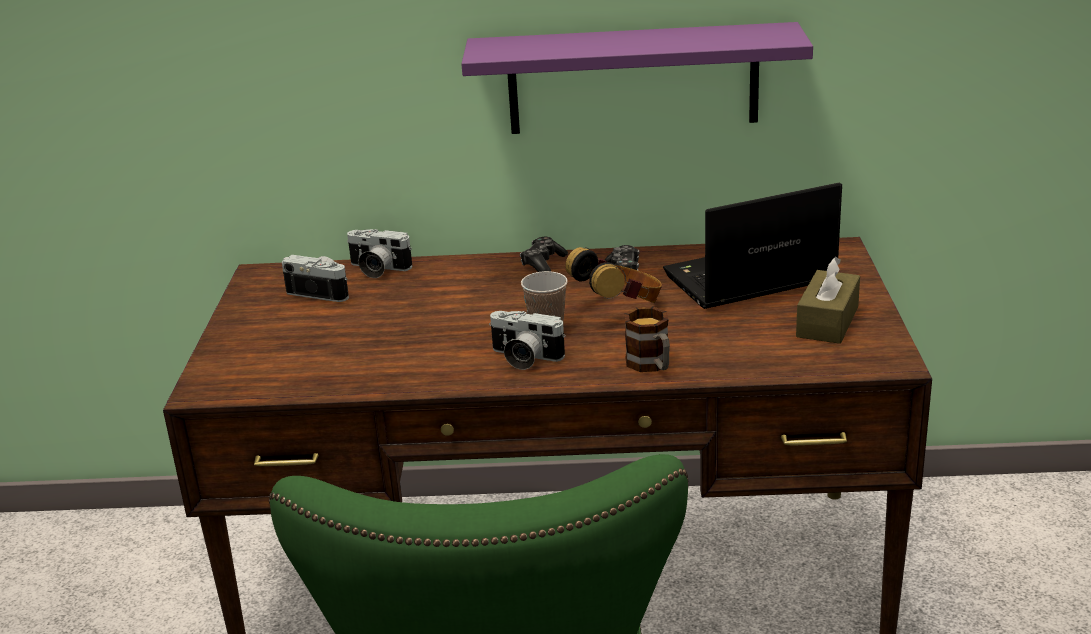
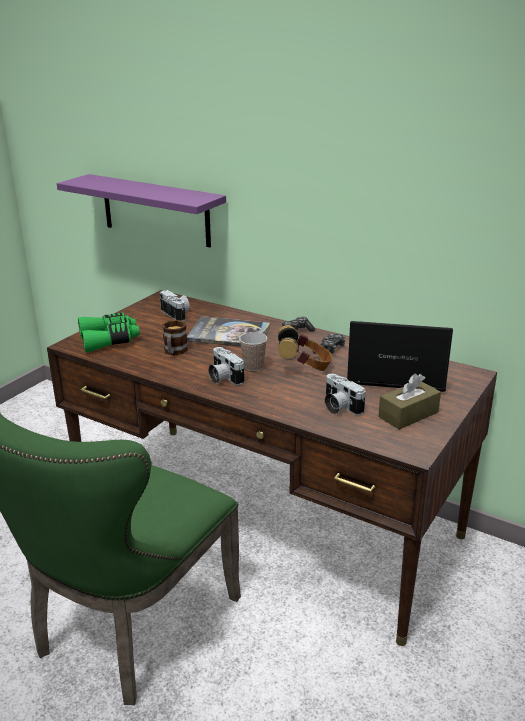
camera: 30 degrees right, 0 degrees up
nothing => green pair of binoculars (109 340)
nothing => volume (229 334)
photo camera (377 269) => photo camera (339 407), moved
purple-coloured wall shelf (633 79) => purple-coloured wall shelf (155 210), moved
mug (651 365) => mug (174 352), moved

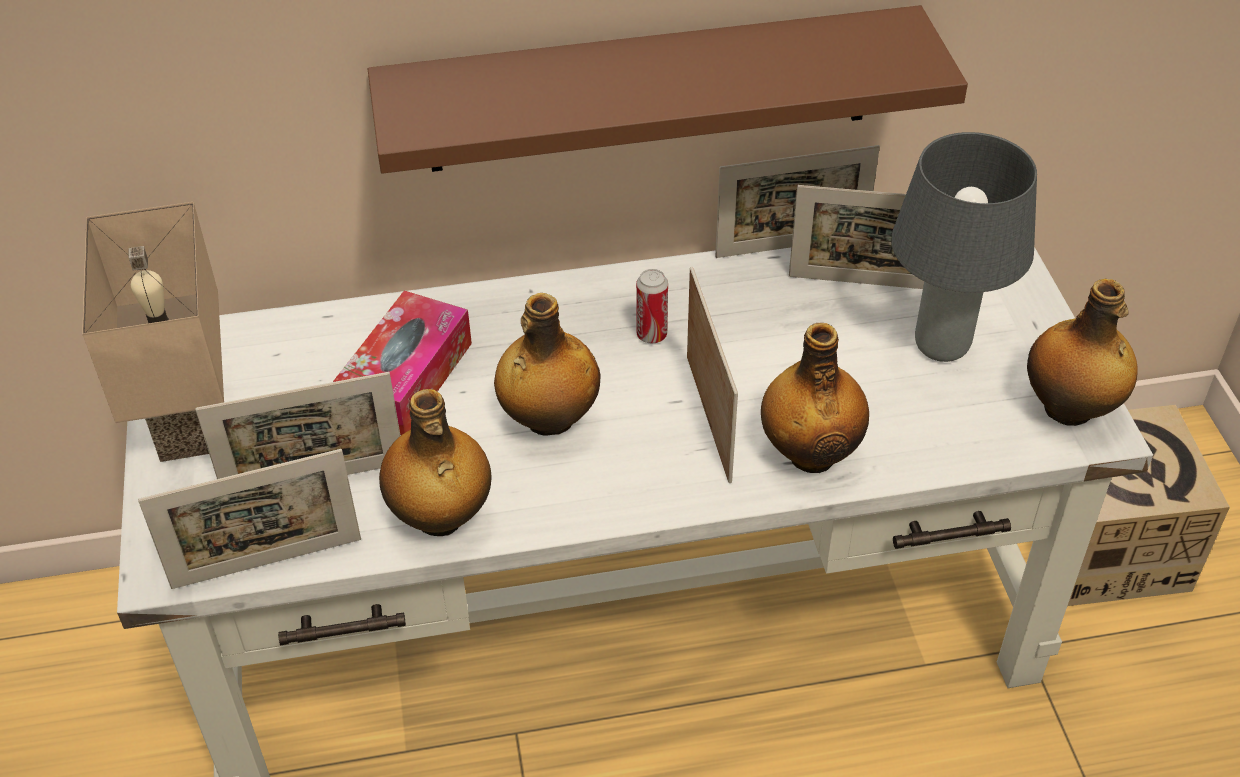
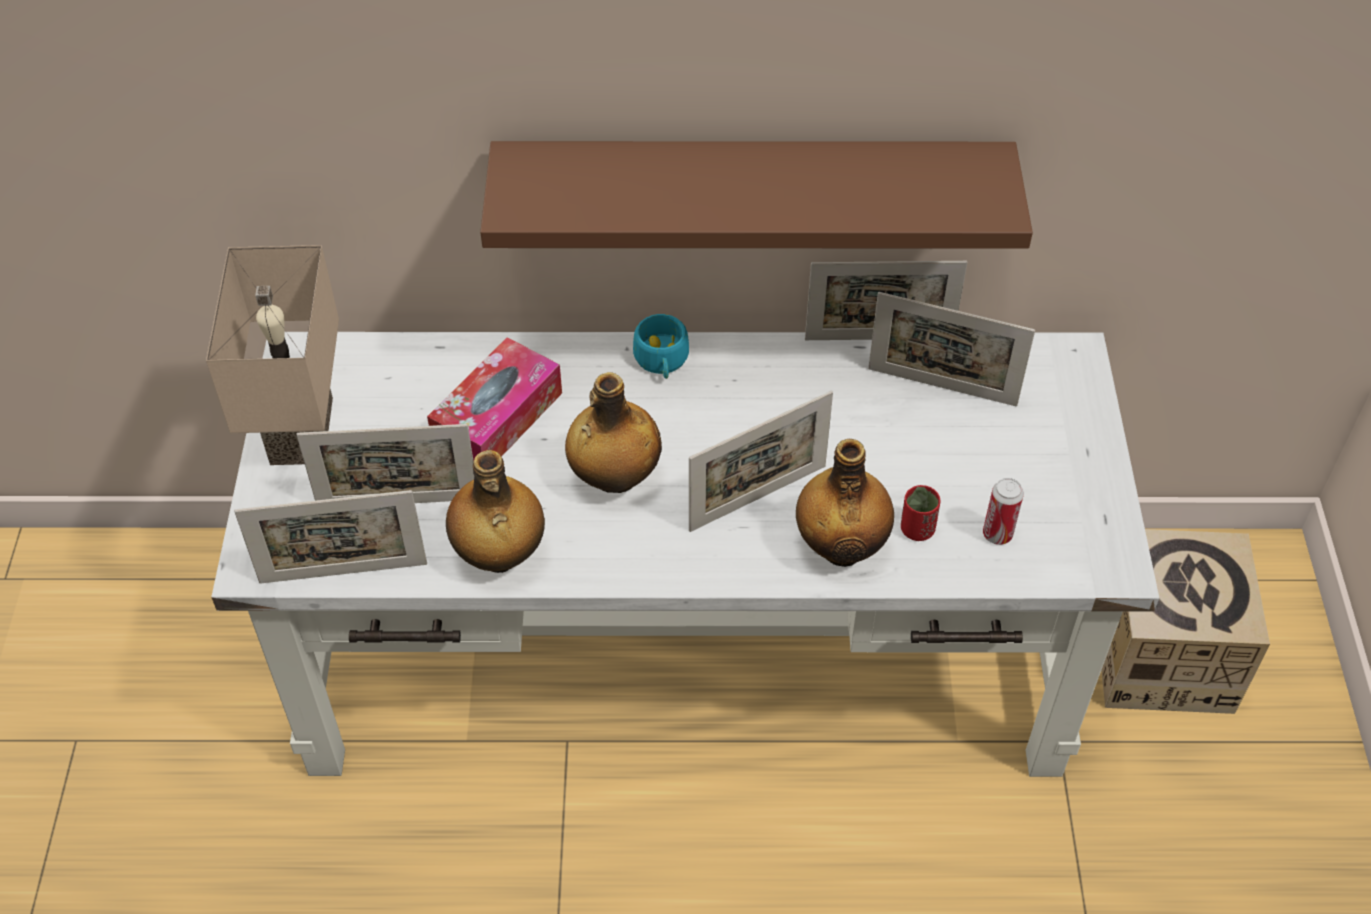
camera: 10 degrees right, 5 degrees up
grey tabletop lamp (942 345) => nothing
beverage bottle (1069 409) => nothing
nothing => turquoise small cup (662 361)
nothing => red small cup (917 529)
metal can (651 335) => metal can (997 534), moved
photo frame (708 418) => photo frame (758 498), 60 degrees clockwise

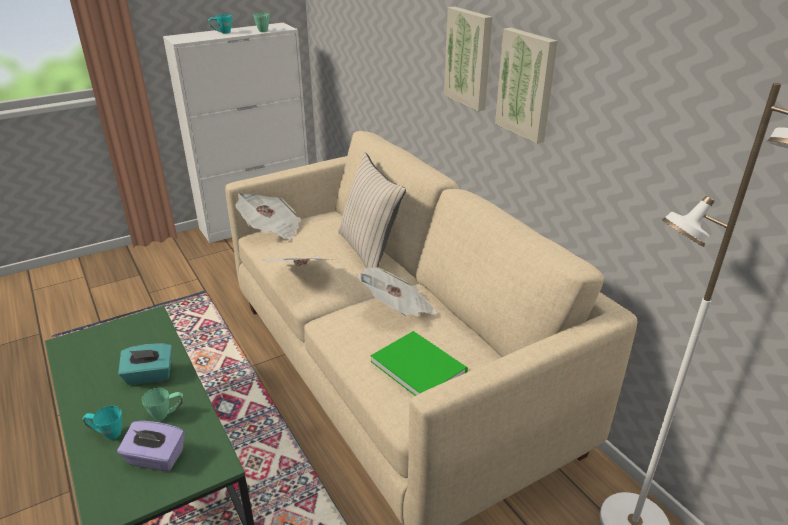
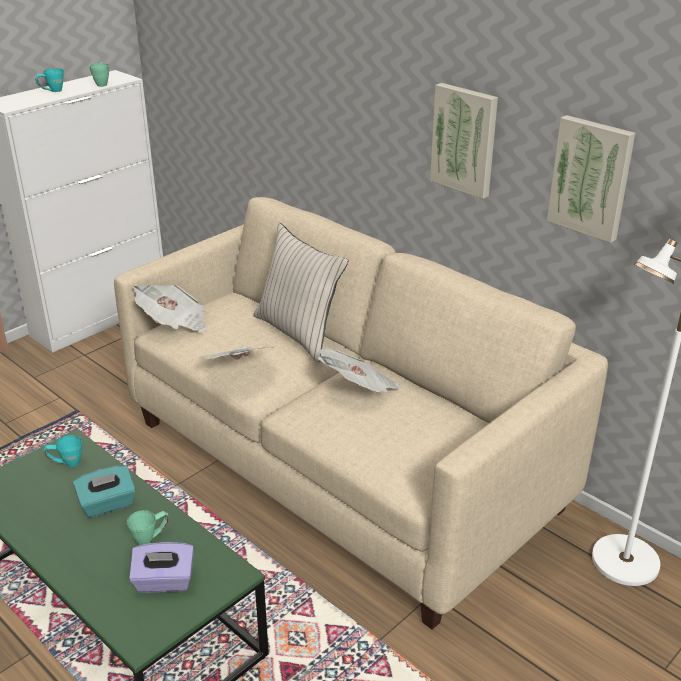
camera: 15 degrees left, 0 degrees up
green volume (418 364) => nothing
turquoise mug (107 434) => turquoise mug (66 463), moved
picture (470 58) => picture (591 177), moved

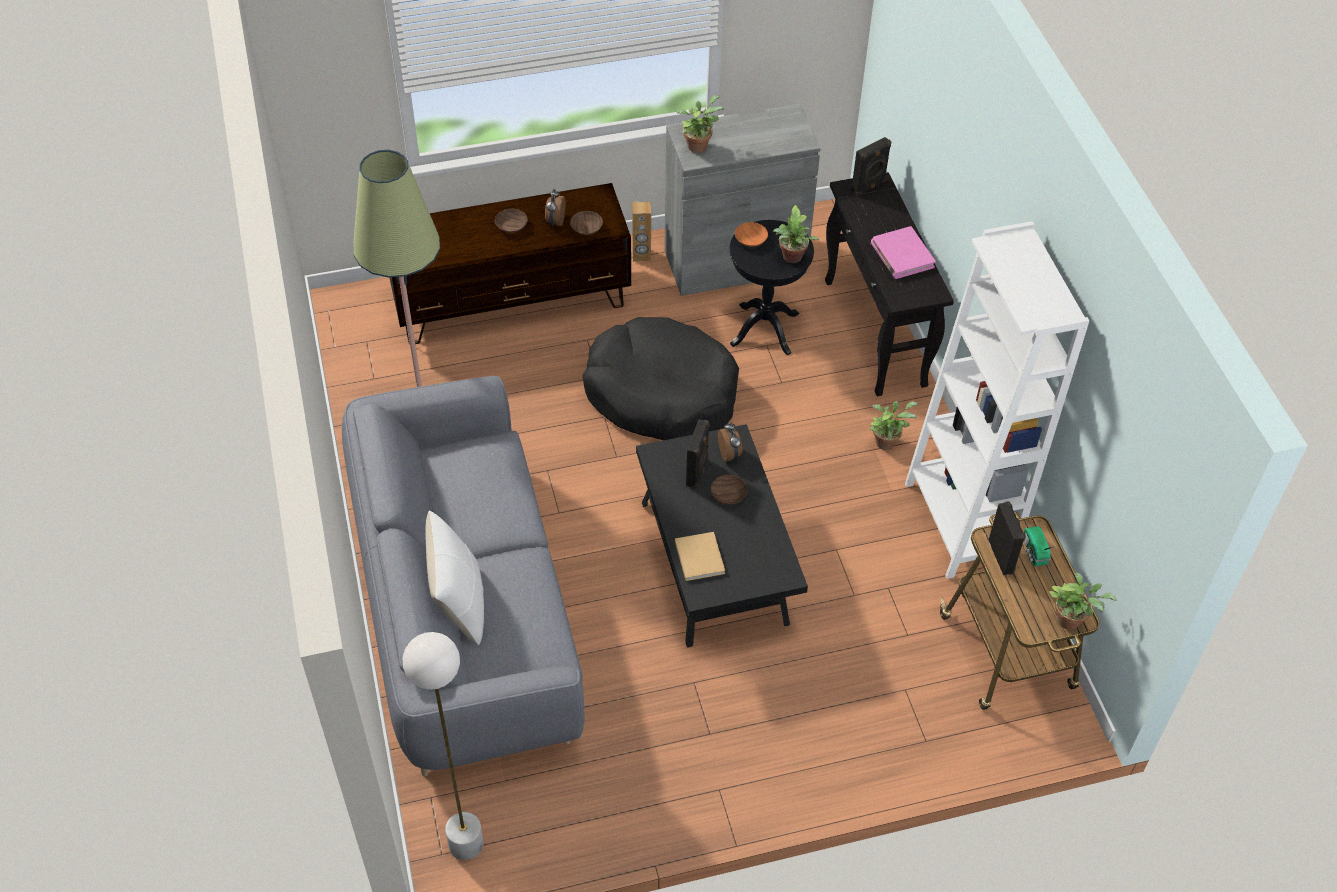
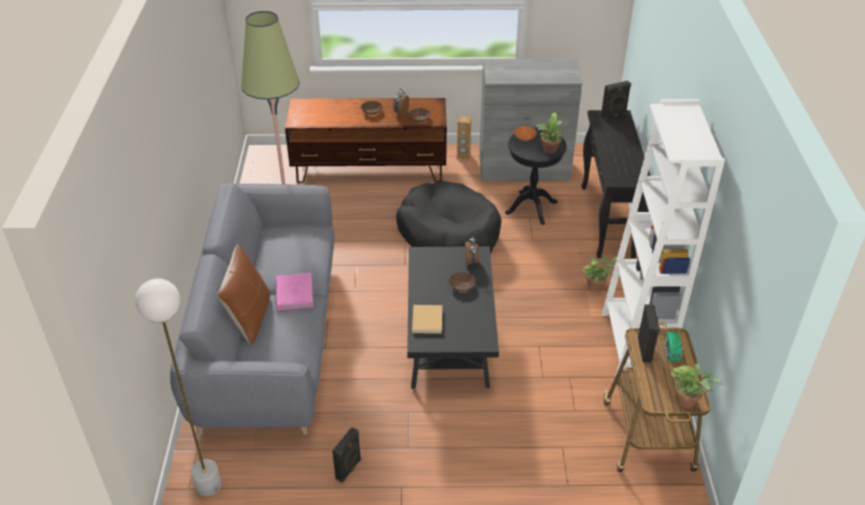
camera: 15 degrees right, 10 degrees down
houseplant (698 145) => nothing
blackish audio speaker (697 472) => blackish audio speaker (349 469), moved
pinkish volume (901 255) => pinkish volume (294 293), moved
white-coloured throw pillow (459 604) => brownish throw pillow (249 318)

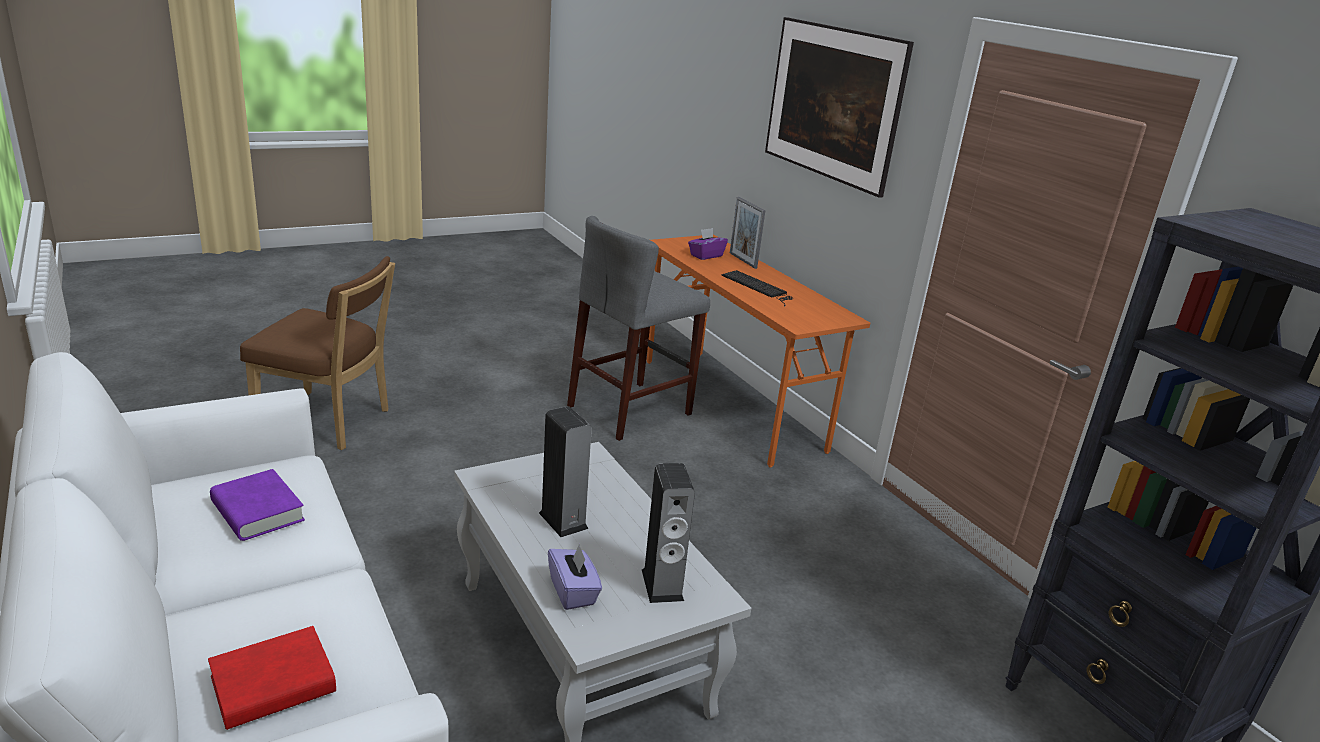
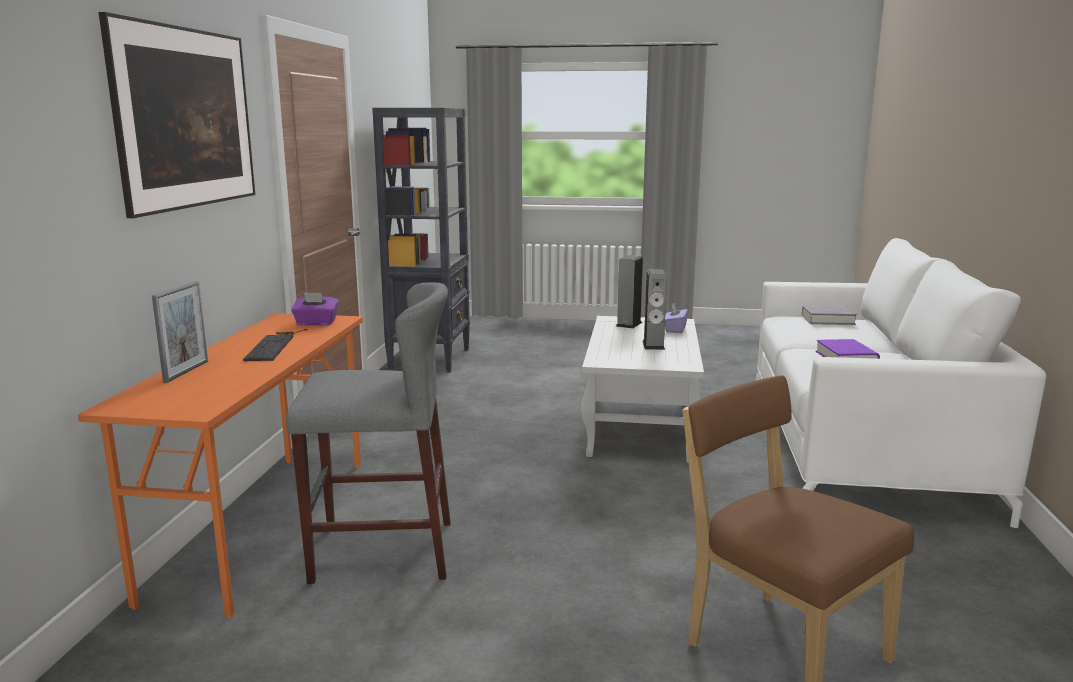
camera: 140 degrees left, 10 degrees down
purple-coloured box of tissues (706 256) => purple-coloured box of tissues (316 323), moved
red volume (273 685) => grey volume (828 320)

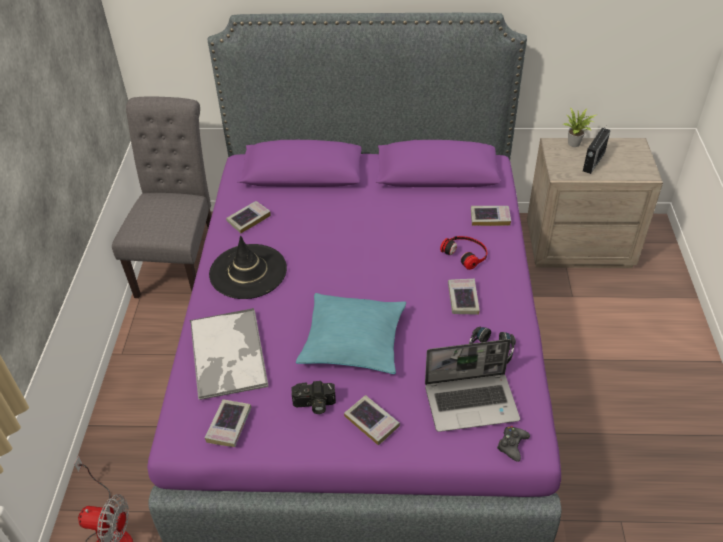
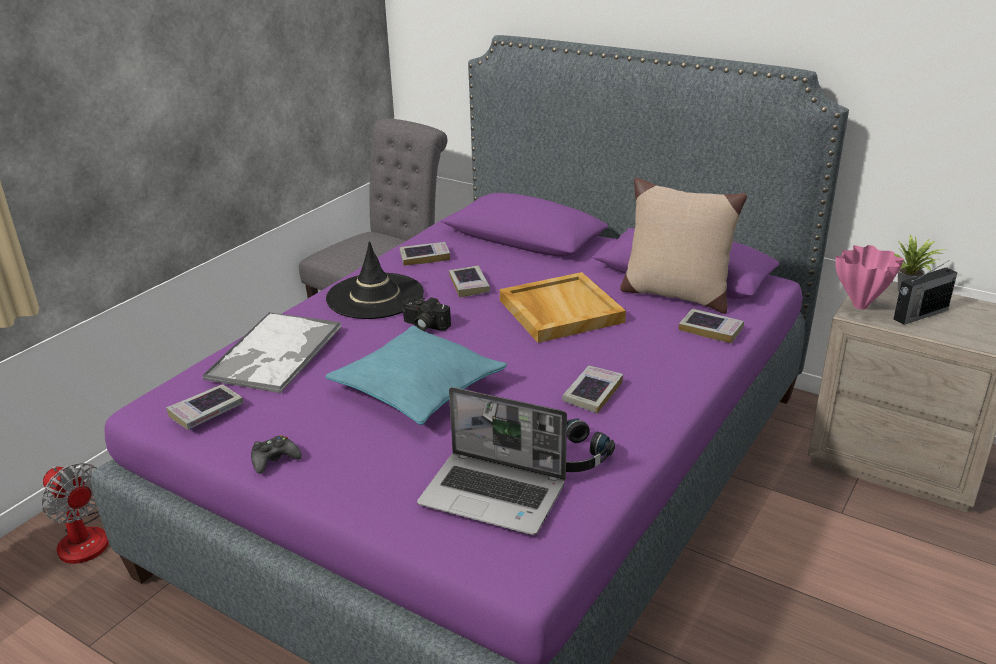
camera: 30 degrees right, 15 degrees down
headset (466 253) => nothing
nothing => beige serving tray (559 311)
nothing => beige throw pillow (675 294)
nothing => pinkish flower vase (861 306)
photo camera (314 404) => photo camera (424 325), moved
volume (372 422) => volume (469 285), moved
blackish gamepad (512 445) => blackish gamepad (274 459), moved

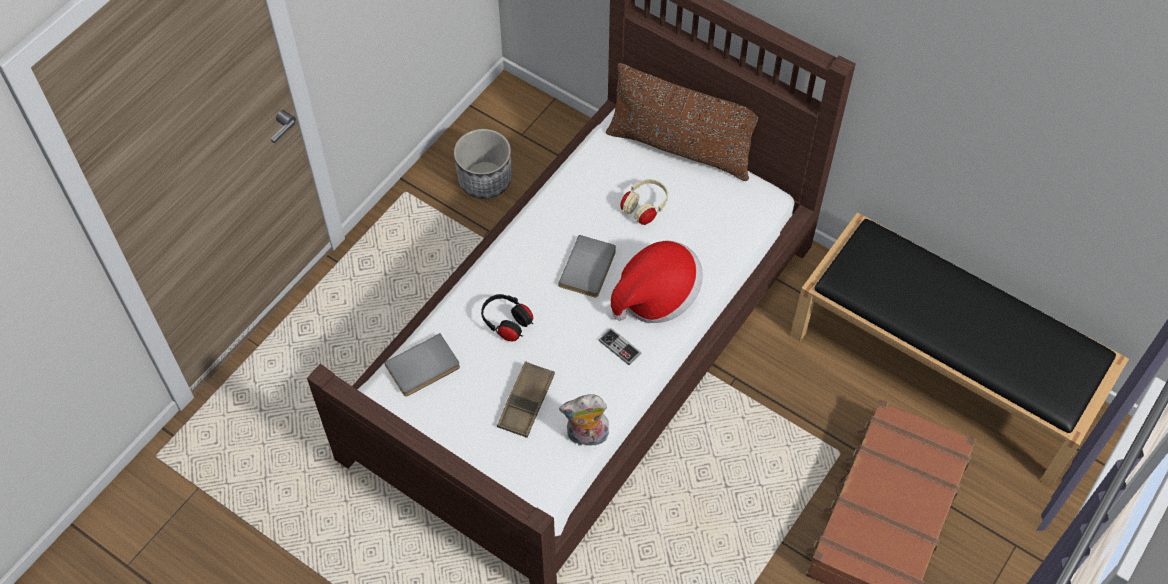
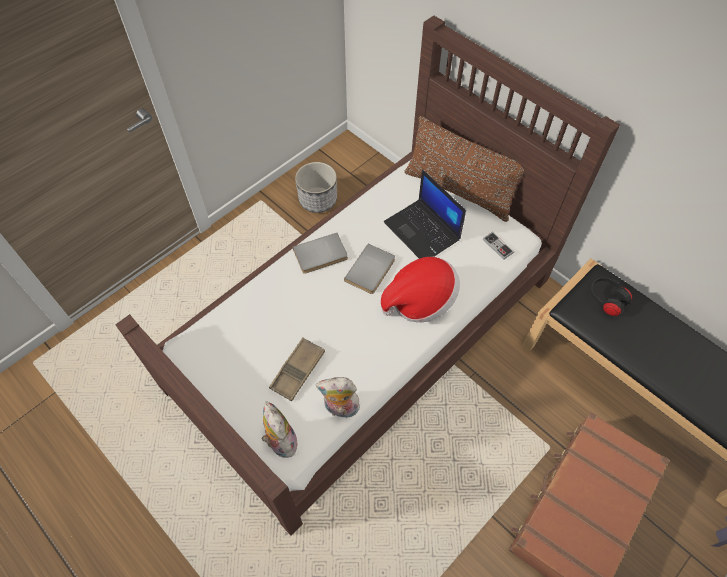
camera: 10 degrees right, 0 degrees up
nothing => cuddly toy (280 441)
grey volume (424 368) => grey volume (321 256), moved
blackish headset (507 324) => blackish headset (606 301), moved
gamepad (619 347) => gamepad (498 246), moved
beige headset (644 208) => laptop (423 231)

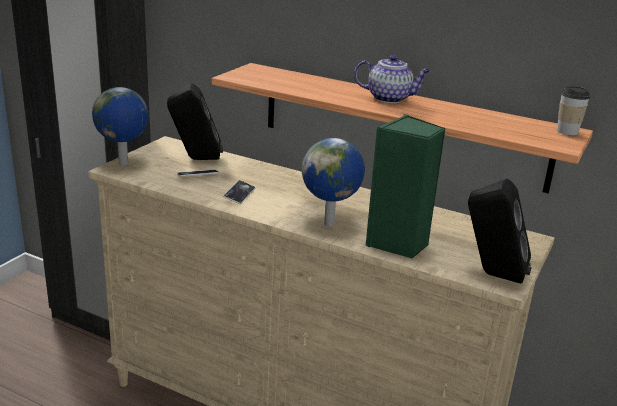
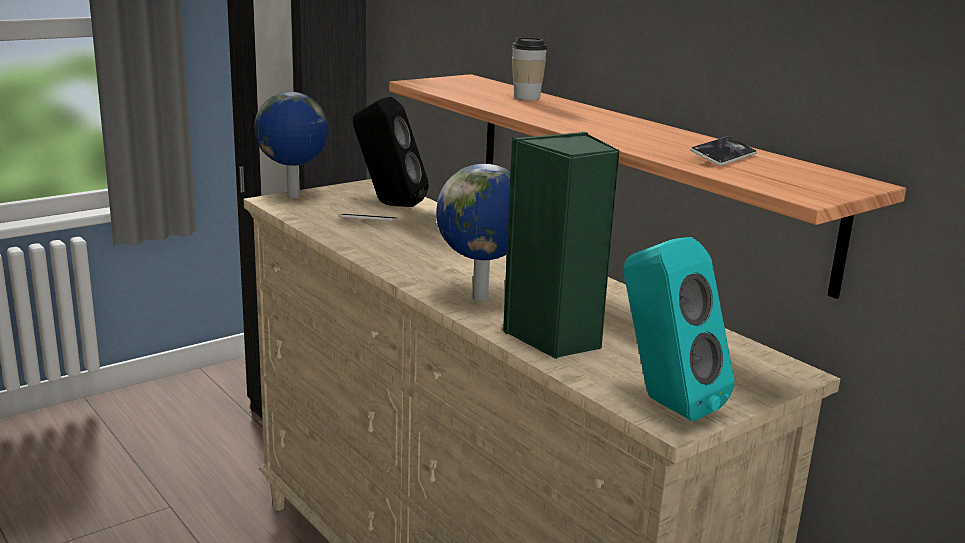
camera: 25 degrees right, 5 degrees down
teapot (390 98) => nothing
phone (239 195) => phone (723 156), moved
small cup (567 131) => small cup (526 97), moved
blackish audio speaker (492 274) => turquoise audio speaker (663 403)

